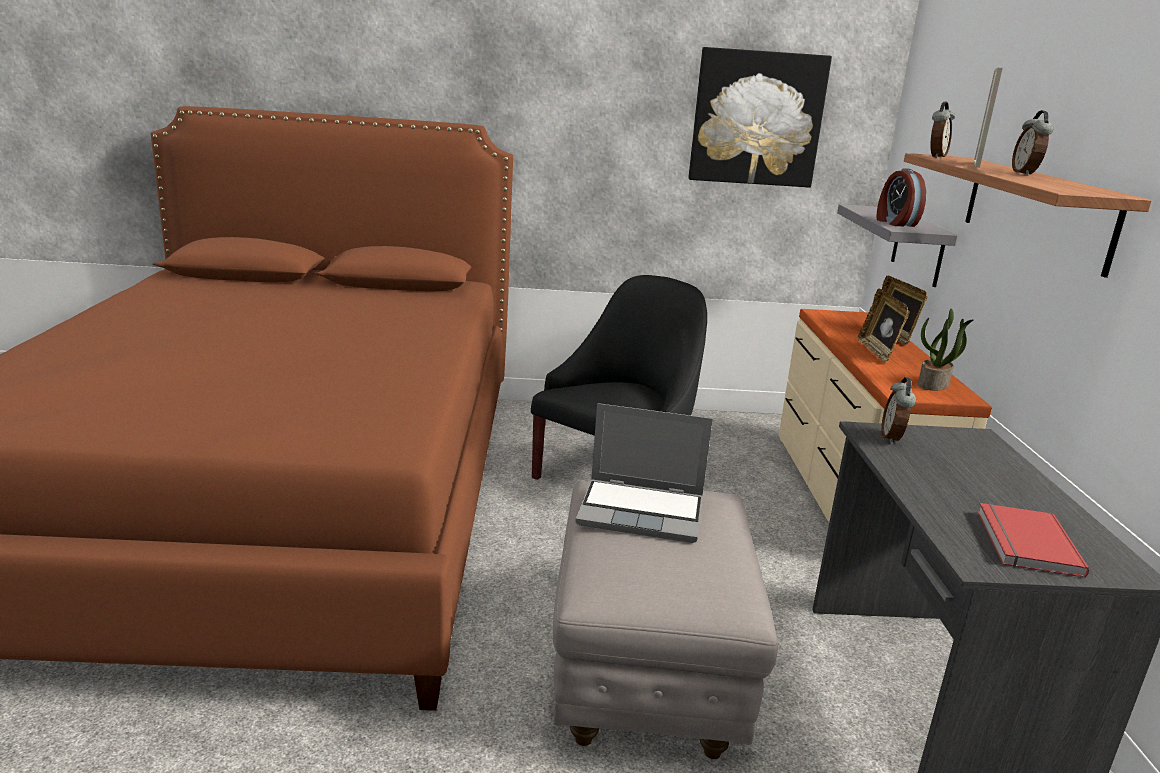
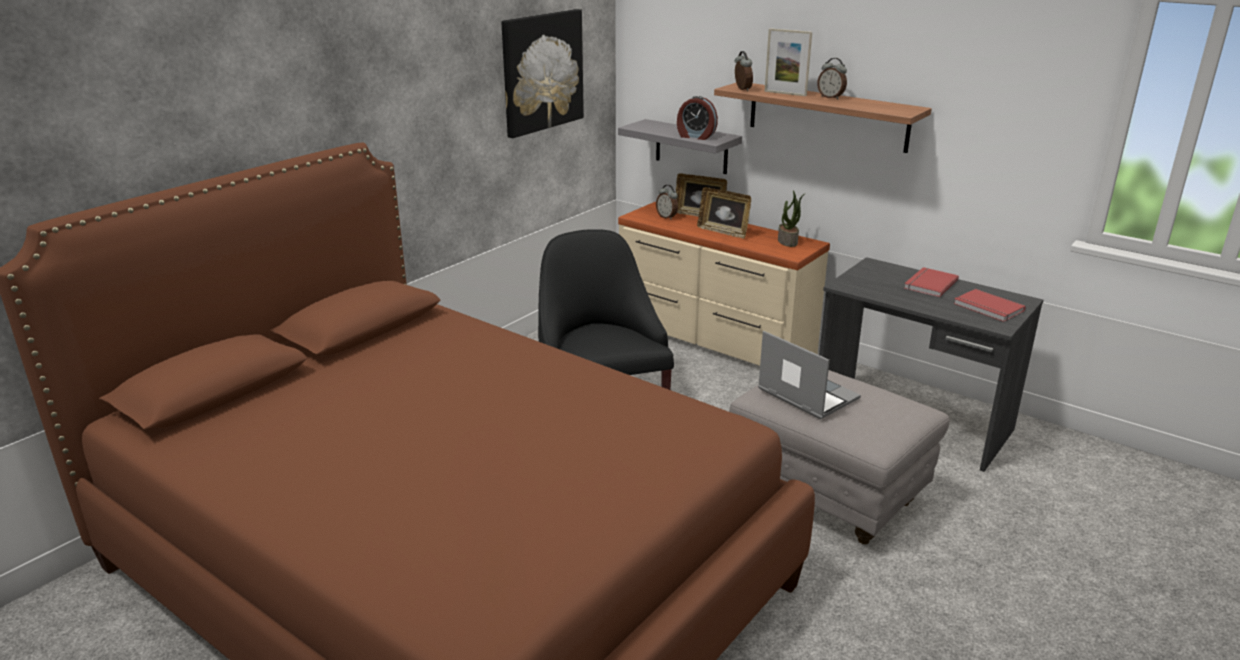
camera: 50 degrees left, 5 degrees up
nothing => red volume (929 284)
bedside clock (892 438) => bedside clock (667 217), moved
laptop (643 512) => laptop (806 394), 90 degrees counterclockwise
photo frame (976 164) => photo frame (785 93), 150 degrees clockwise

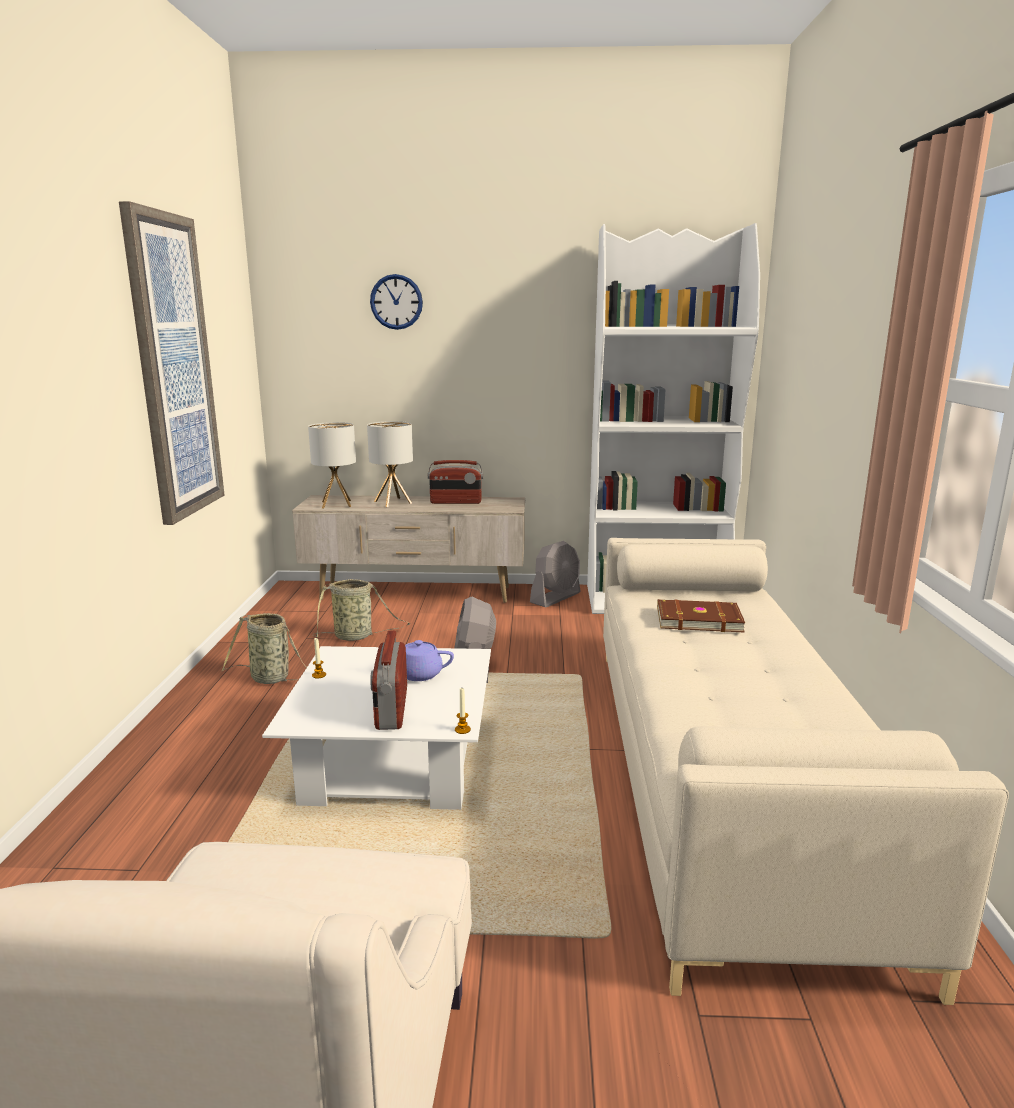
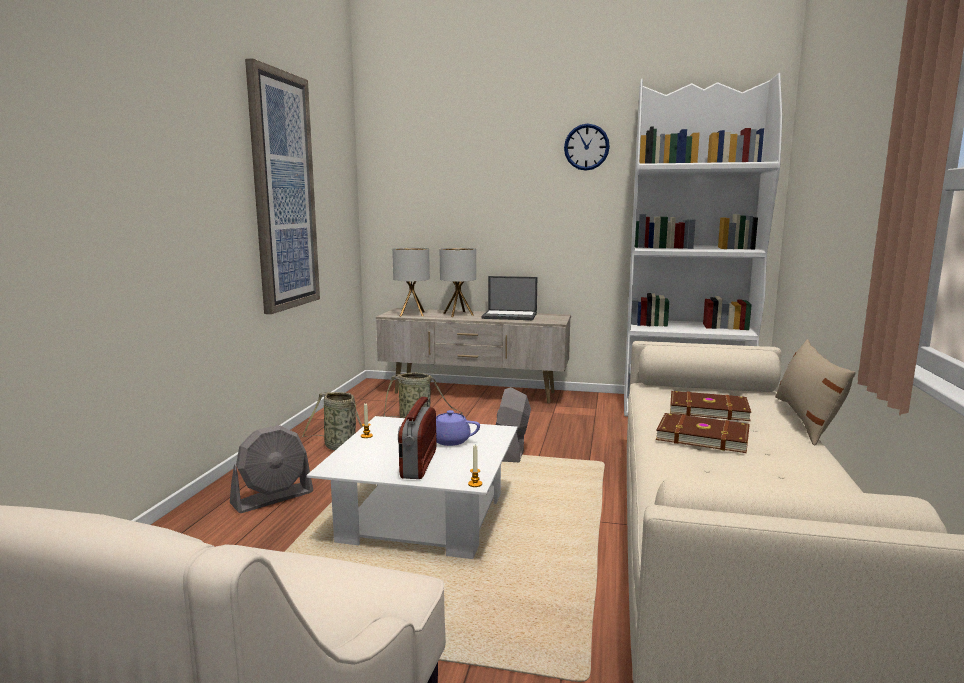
camera: 10 degrees right, 5 degrees down
nothing => brownish volume (702 436)
nothing => beige throw pillow (806 420)
clock on the wall (396 302) => clock on the wall (586 147), moved
grey cooling fan (555 597) => grey cooling fan (273 498), moved
radio set (456 502) => laptop (510 316)

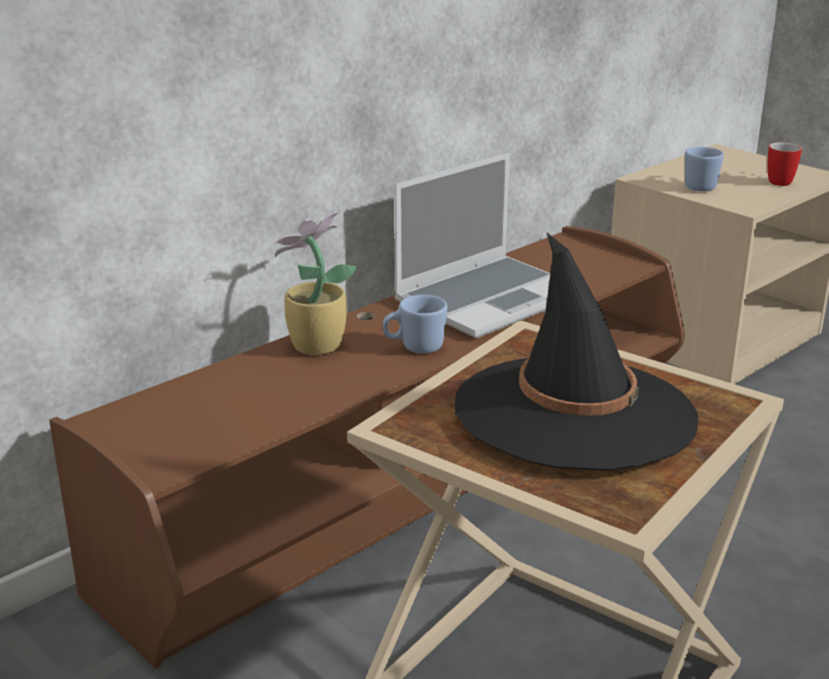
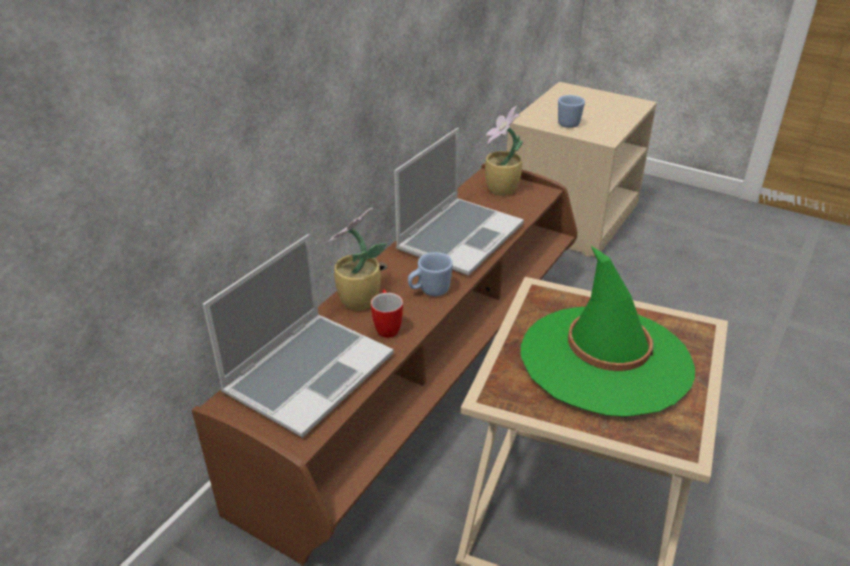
camera: 15 degrees left, 10 degrees up
nothing => laptop (309 372)
nothing => houseplant (501 190)
mug (778 180) => mug (387 327), moved
blackish clothing hat (574 413) => green clothing hat (605 359)

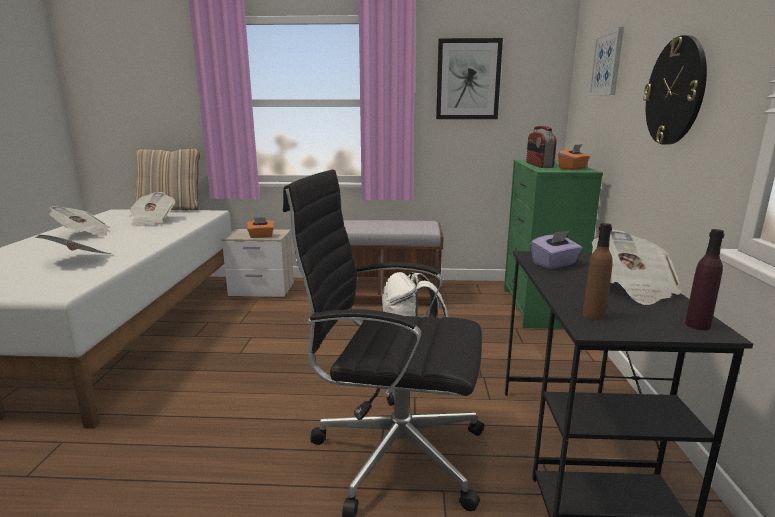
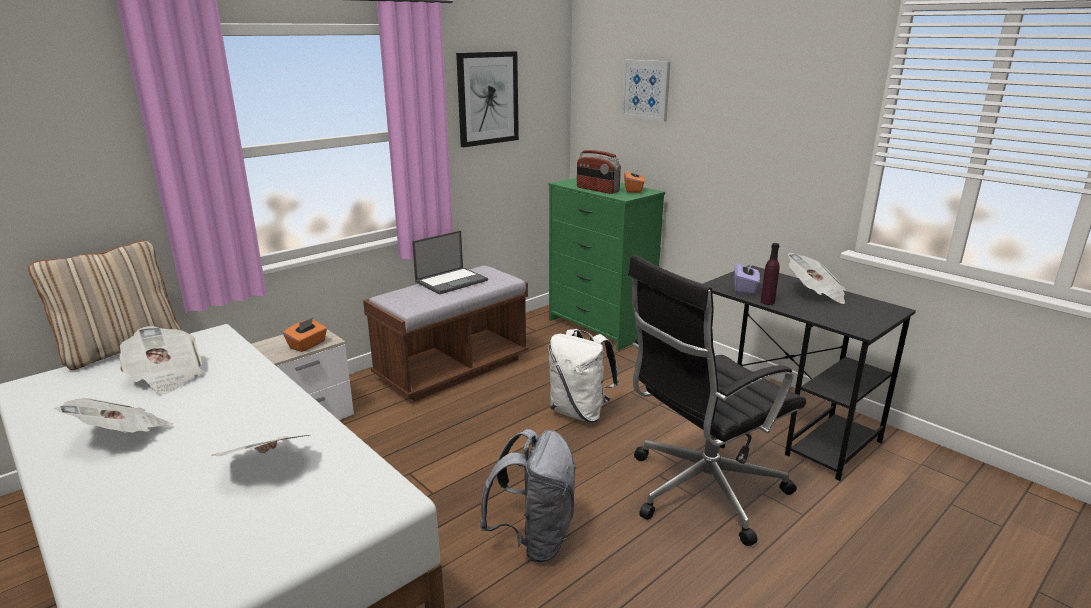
camera: 45 degrees left, 5 degrees up
brownish beverage bottle (593 315) => nothing
clock on the wall (675 91) => nothing
nothing => laptop (452 281)
nothing => grey knapsack (534 539)
purple-coloured beverage bottle (697 325) => purple-coloured beverage bottle (767 302), moved

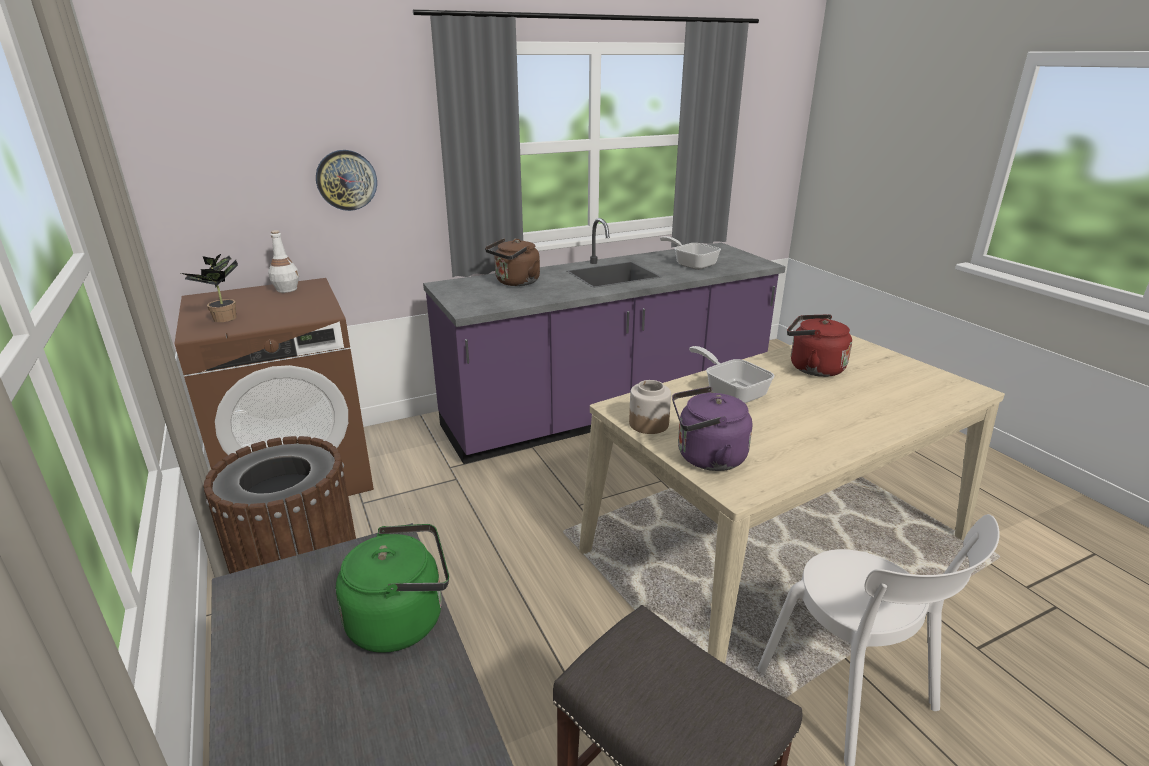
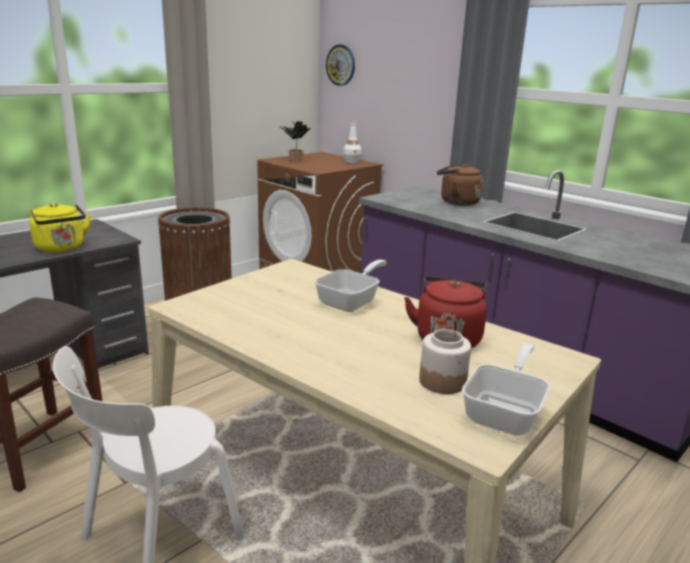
camera: 70 degrees right, 5 degrees down
purple-coloured kettle (706 458) => nothing
clock on the wall (346 180) => clock on the wall (341 65), moved
preserve jar (648 424) => preserve jar (442 381), moved
frying pan (691 264) => frying pan (506 412), moved
green kettle (402 619) => yellow-coloured kettle (61 248)

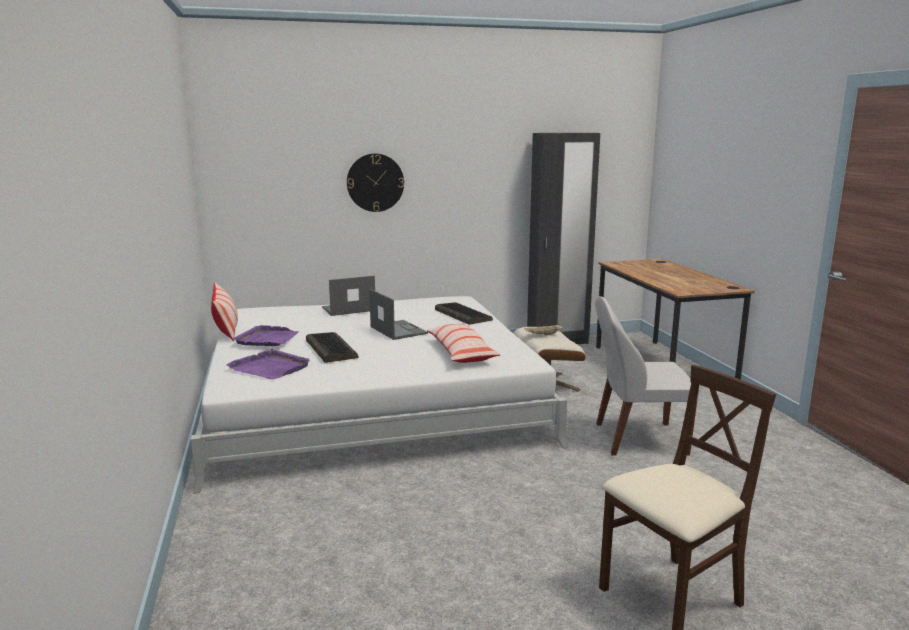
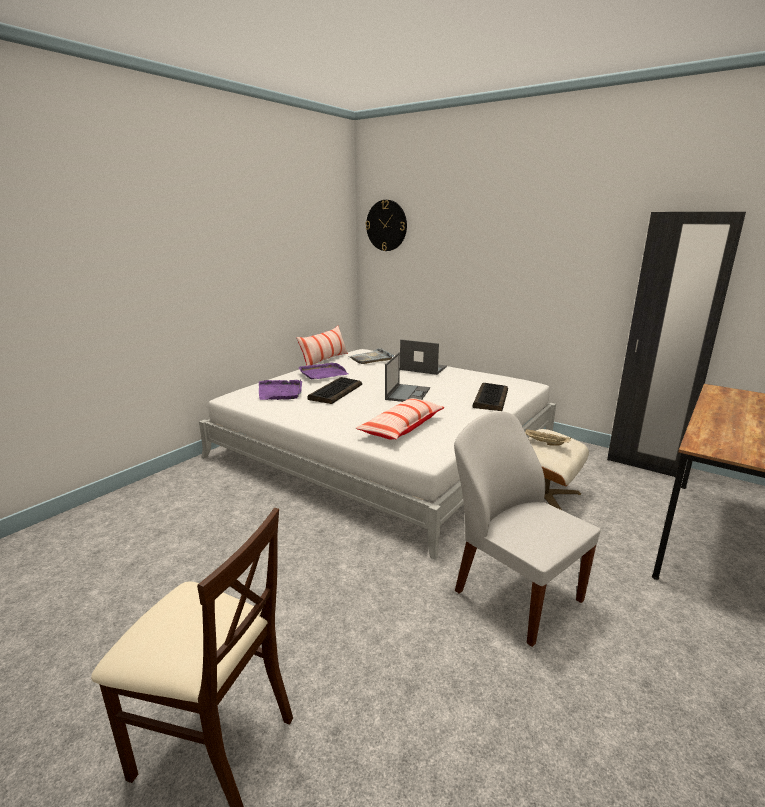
camera: 50 degrees right, 5 degrees up
nothing => grey serving tray (371 358)
clock on the wall (375 182) => clock on the wall (386 225), moved

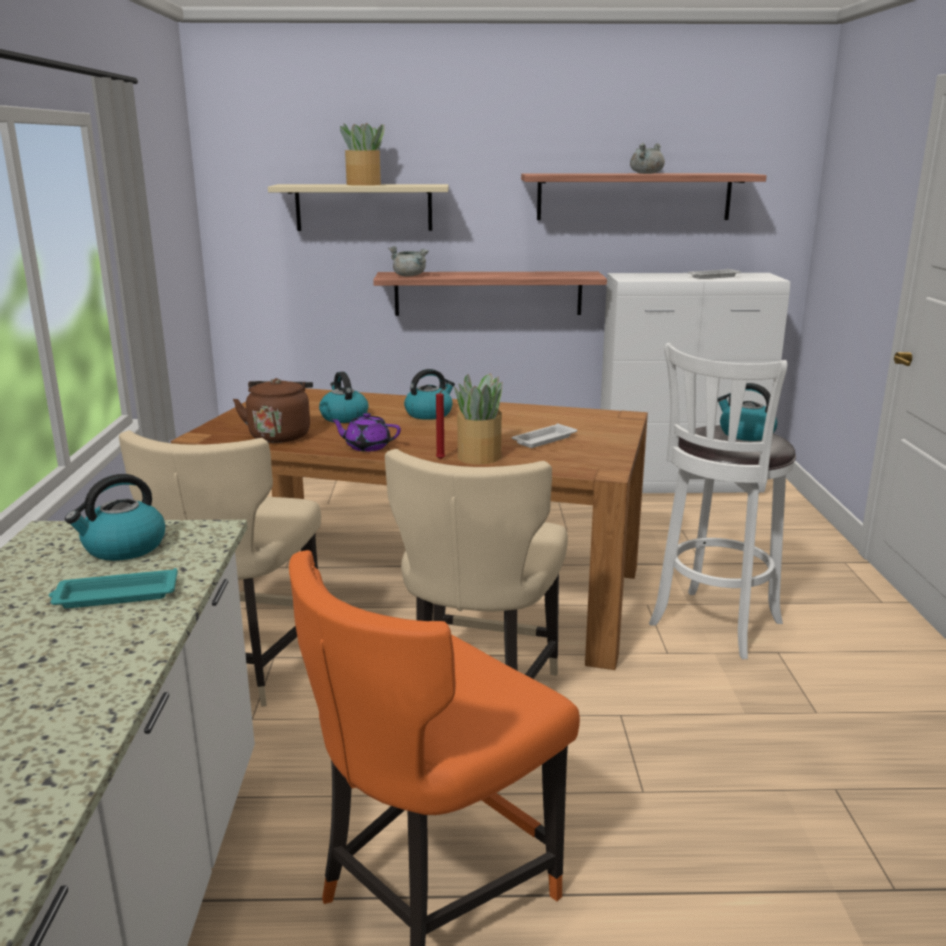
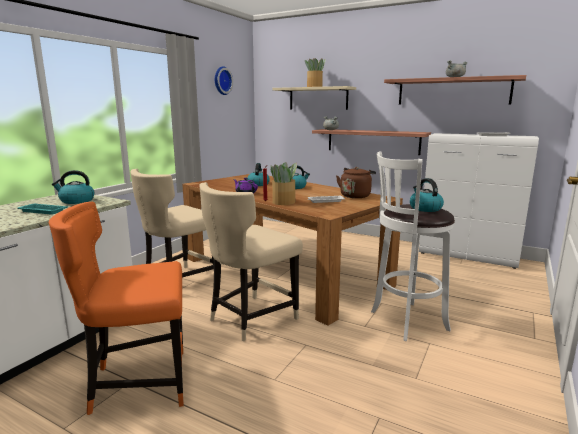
camera: 30 degrees right, 5 degrees down
nothing => clock on the wall (221 80)
brownish kettle (280 435) => brownish kettle (355 195), moved

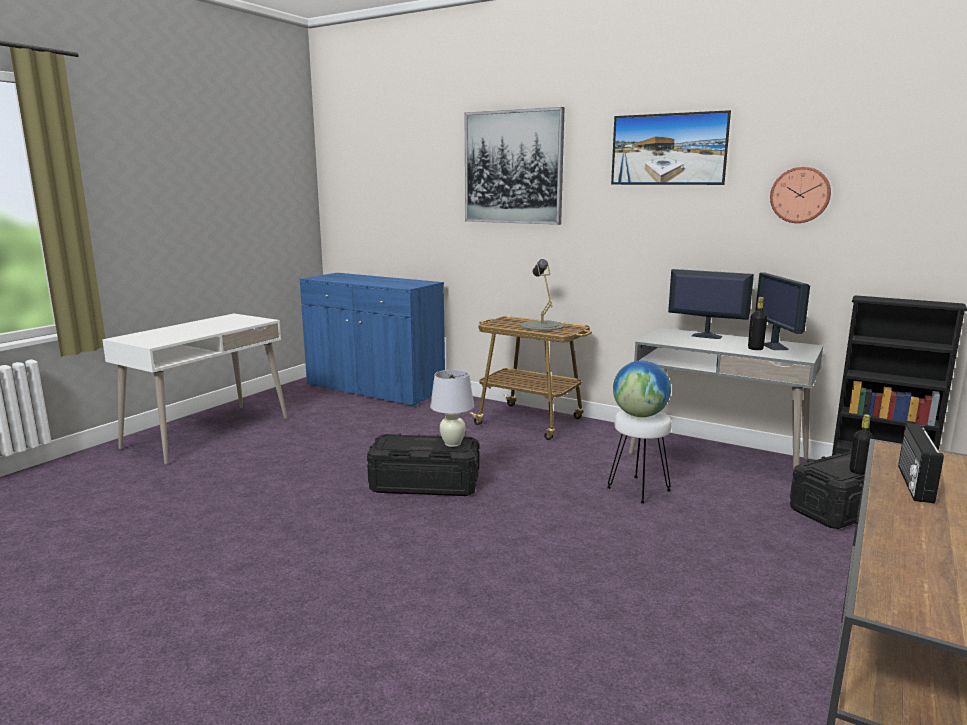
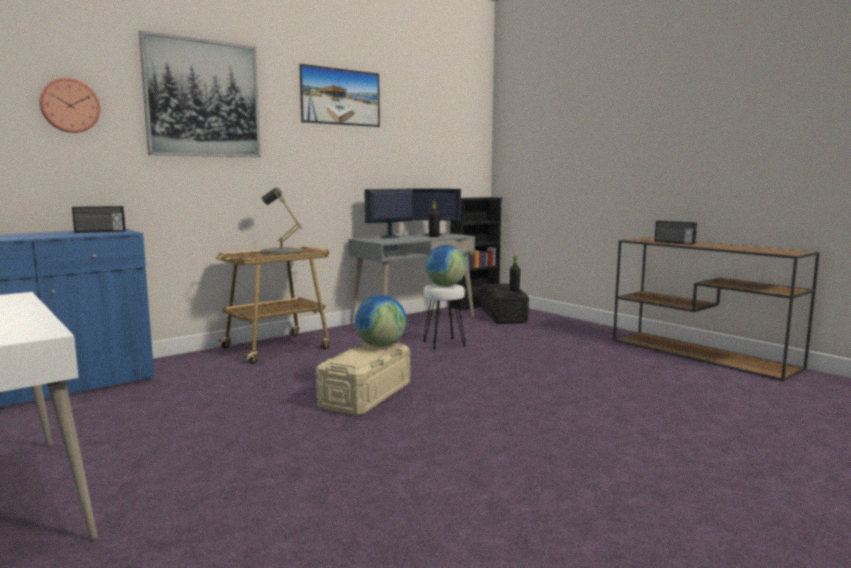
camera: 70 degrees left, 5 degrees down
nothing => radio set (100 231)
clock on the wall (800 195) => clock on the wall (69 106), moved
white-coloured tabletop lamp (452 443) => world globe (381 345)
blackish storage bin (425 484) => beige storage bin (366 395)

